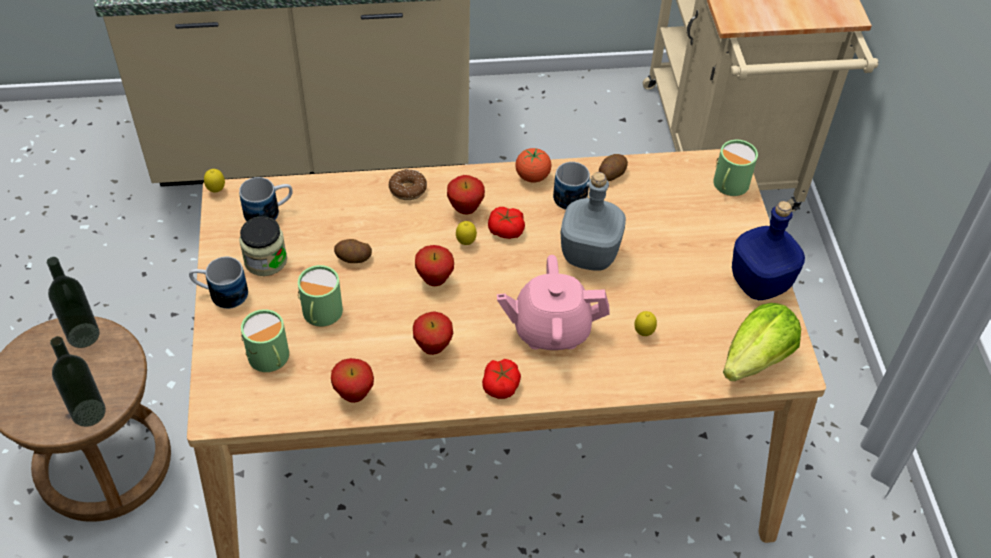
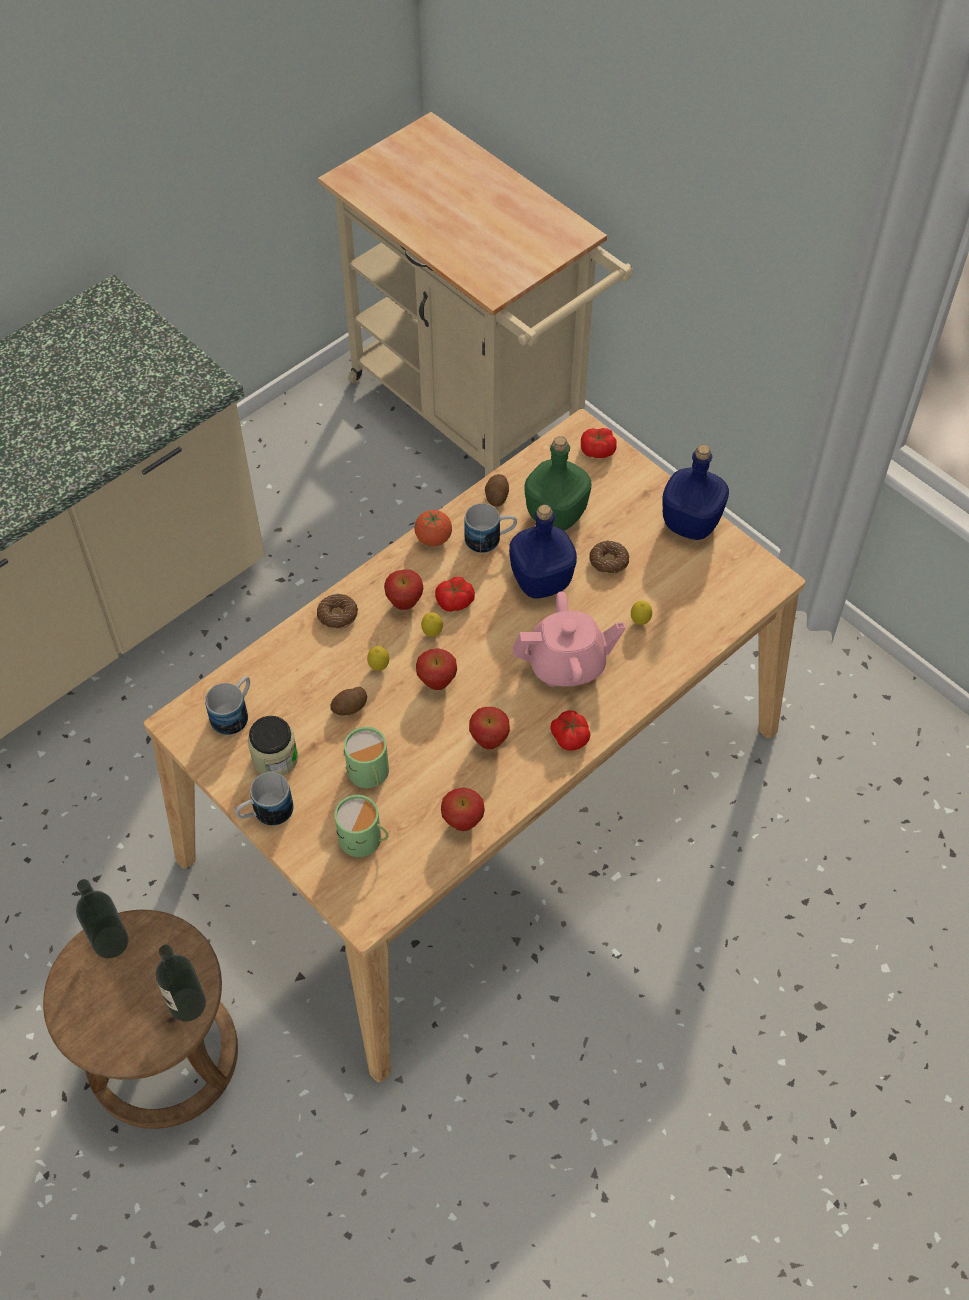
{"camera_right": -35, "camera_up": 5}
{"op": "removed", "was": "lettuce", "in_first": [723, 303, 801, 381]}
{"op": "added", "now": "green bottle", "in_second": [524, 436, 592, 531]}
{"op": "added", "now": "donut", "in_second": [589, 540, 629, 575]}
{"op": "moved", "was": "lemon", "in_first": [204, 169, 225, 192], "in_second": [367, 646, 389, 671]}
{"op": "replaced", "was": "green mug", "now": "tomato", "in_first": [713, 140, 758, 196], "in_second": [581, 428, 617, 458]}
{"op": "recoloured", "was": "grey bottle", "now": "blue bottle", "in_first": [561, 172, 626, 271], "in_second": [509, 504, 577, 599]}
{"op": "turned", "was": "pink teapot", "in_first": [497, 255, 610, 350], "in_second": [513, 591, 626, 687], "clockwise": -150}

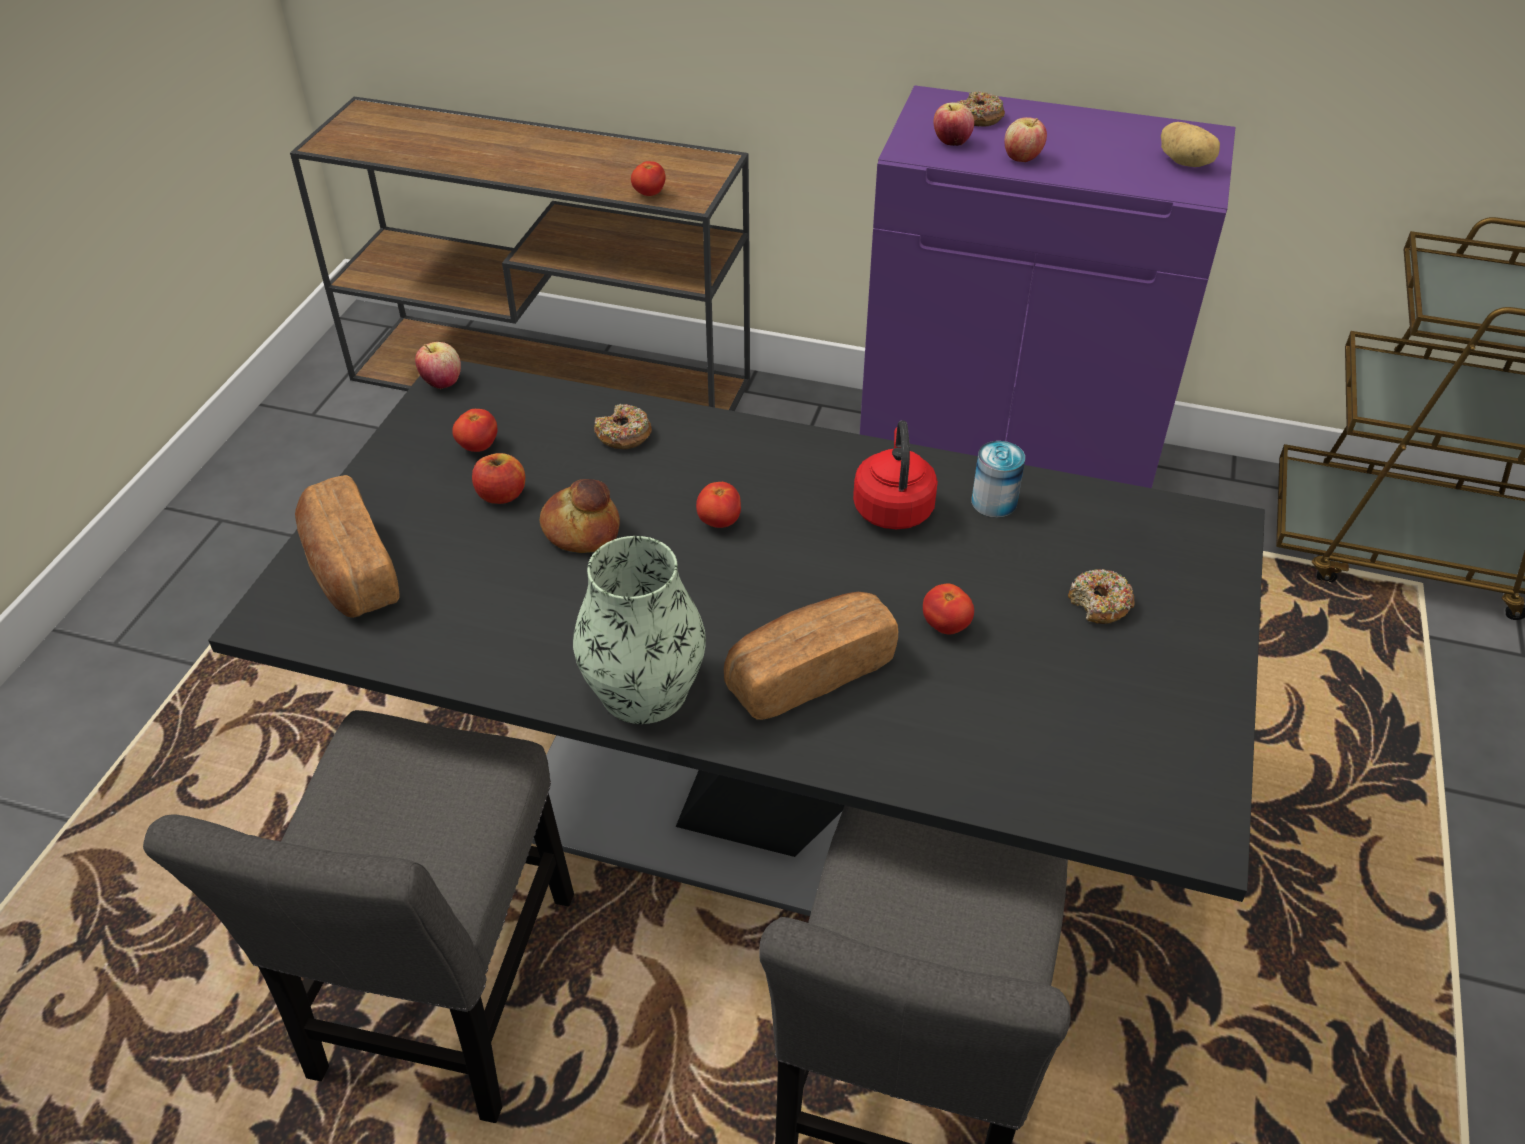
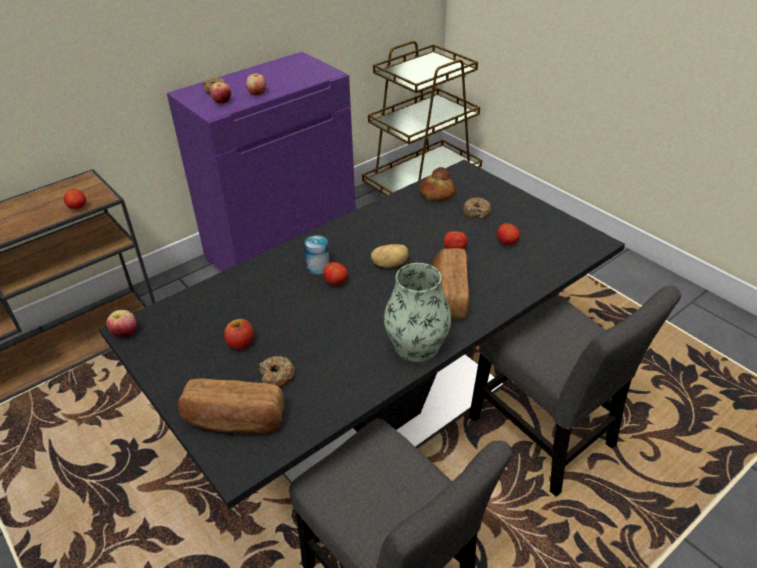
{"camera_right": -55, "camera_up": -5}
{"op": "removed", "was": "red kettle", "in_first": [853, 421, 938, 529]}
{"op": "moved", "was": "tomato", "in_first": [452, 409, 497, 452], "in_second": [497, 223, 520, 245]}
{"op": "moved", "was": "bread", "in_first": [540, 479, 620, 553], "in_second": [419, 167, 456, 201]}
{"op": "moved", "was": "donut", "in_first": [594, 404, 652, 450], "in_second": [259, 356, 295, 387]}
{"op": "moved", "was": "can", "in_first": [971, 441, 1025, 518], "in_second": [304, 235, 330, 275]}
{"op": "moved", "was": "potato", "in_first": [1161, 122, 1220, 167], "in_second": [371, 244, 408, 268]}

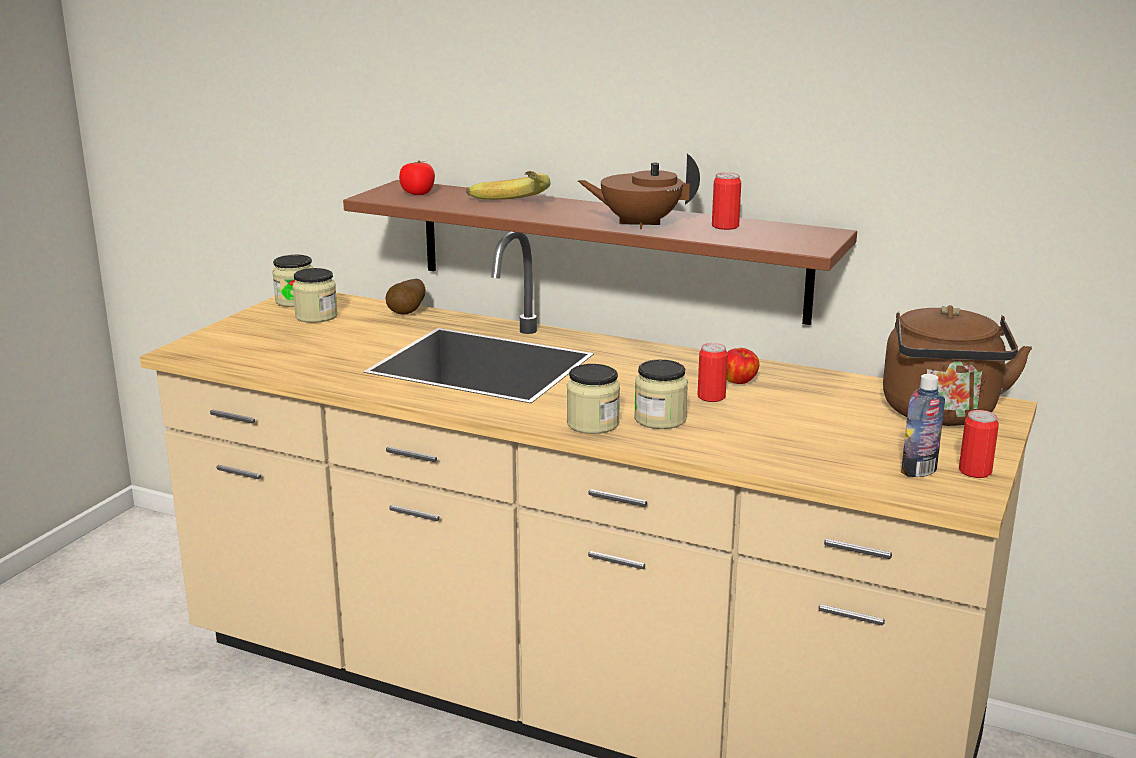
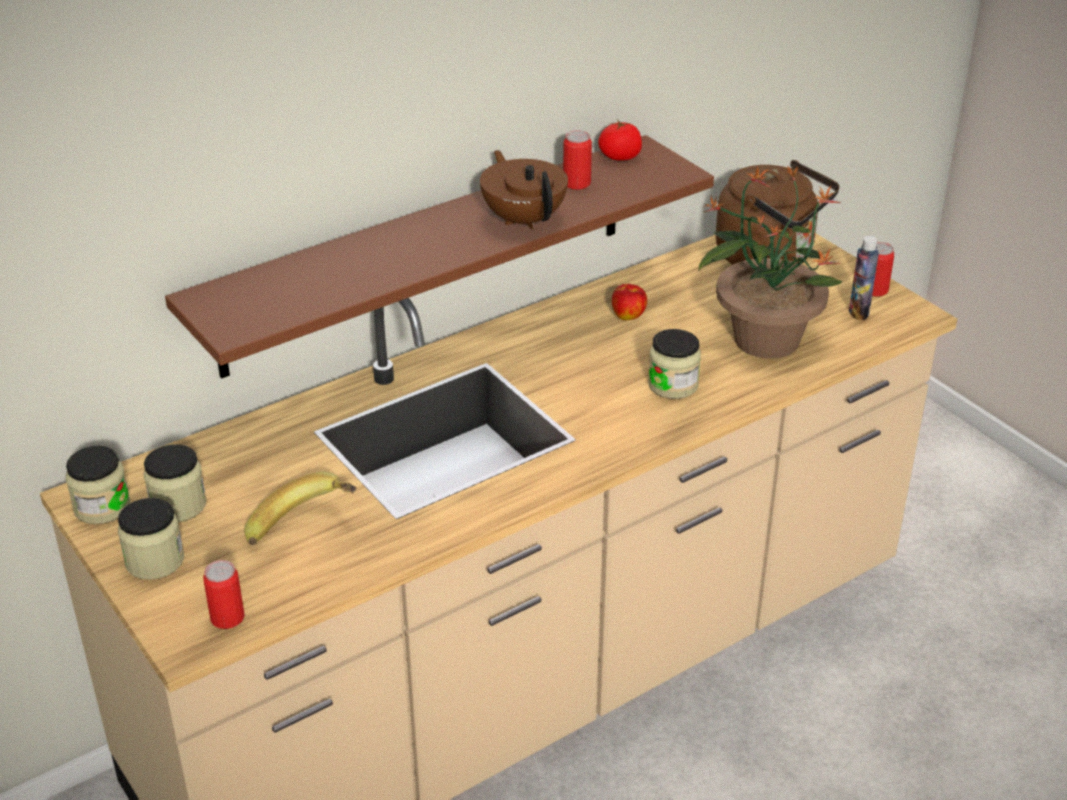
{"camera_right": -60, "camera_up": 15}
{"op": "removed", "was": "potato", "in_first": [386, 279, 426, 314]}
{"op": "added", "now": "potted plant", "in_second": [698, 165, 842, 359]}
{"op": "moved", "was": "tomato", "in_first": [399, 160, 435, 195], "in_second": [598, 120, 642, 161]}
{"op": "moved", "was": "banana", "in_first": [466, 171, 550, 200], "in_second": [244, 472, 357, 545]}
{"op": "moved", "was": "jar", "in_first": [567, 364, 620, 434], "in_second": [118, 498, 184, 580]}
{"op": "moved", "was": "can", "in_first": [697, 343, 728, 402], "in_second": [203, 560, 245, 629]}
{"op": "turned", "was": "brown teapot", "in_first": [578, 153, 700, 229], "in_second": [480, 150, 568, 230], "clockwise": 120}

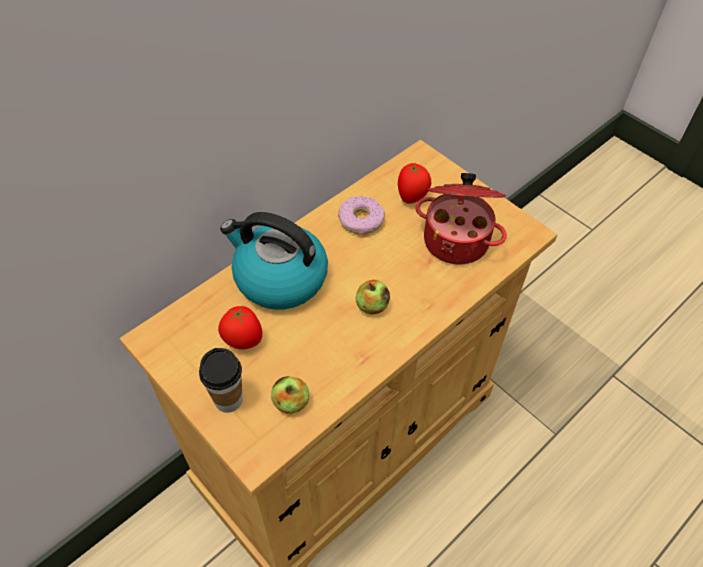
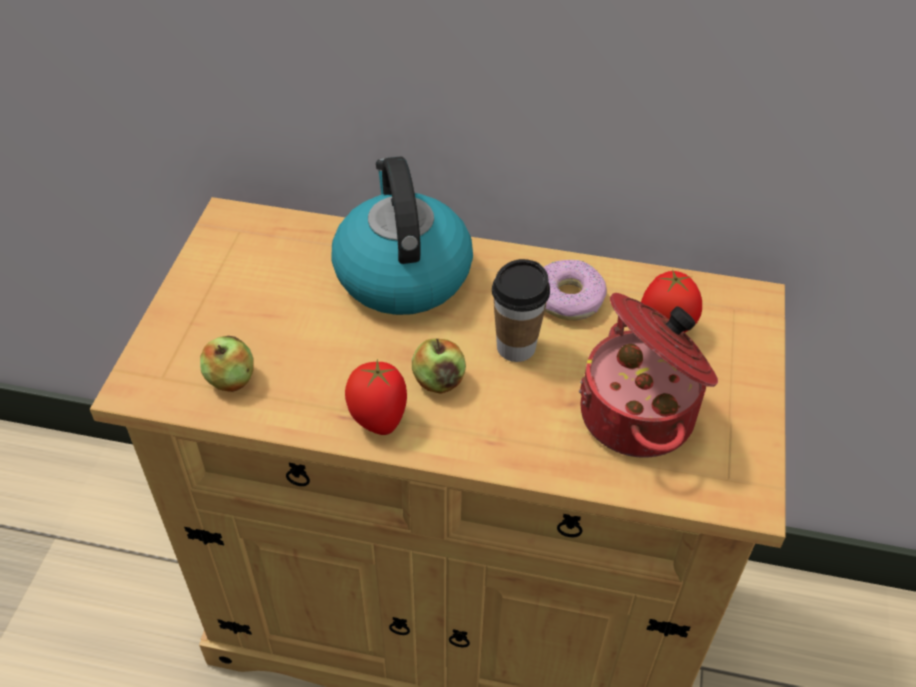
{"camera_right": 55, "camera_up": -5}
{"op": "moved", "was": "cup", "in_first": [199, 348, 243, 413], "in_second": [492, 259, 550, 362]}
{"op": "moved", "was": "tomato", "in_first": [218, 306, 262, 349], "in_second": [345, 359, 407, 435]}

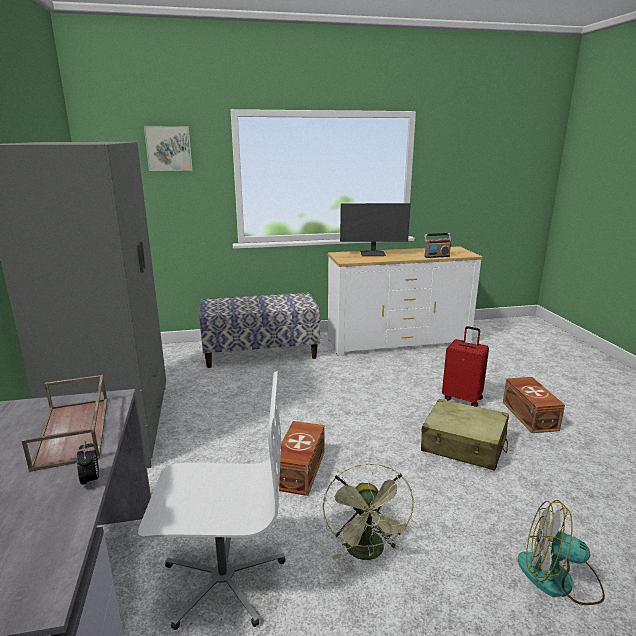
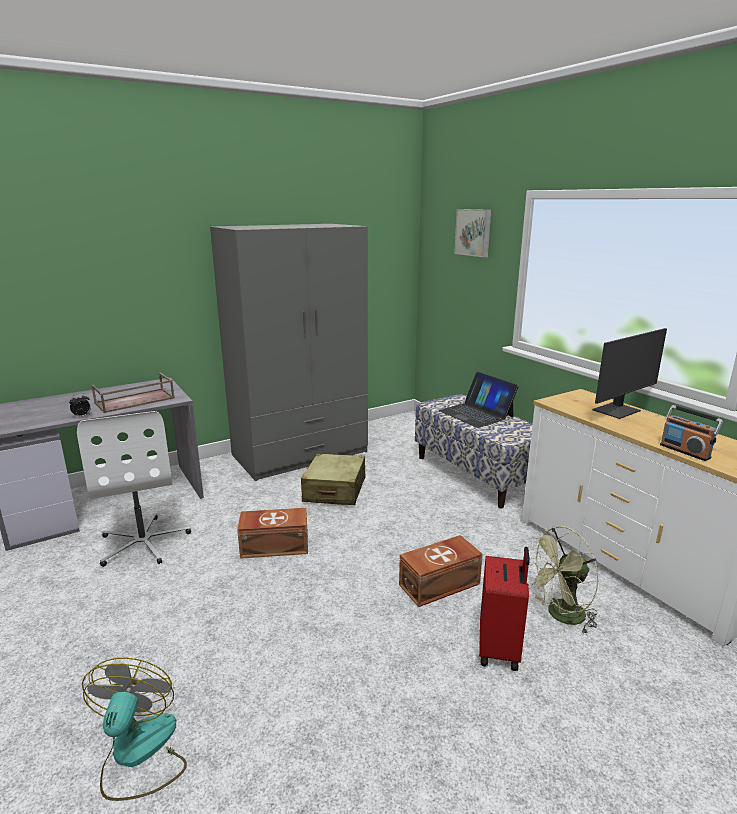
{"camera_right": 70, "camera_up": 0}
{"op": "added", "now": "laptop", "in_second": [438, 372, 519, 428]}
{"op": "moved", "was": "green fan", "in_first": [322, 463, 415, 560], "in_second": [529, 526, 599, 634]}
{"op": "moved", "was": "beige suitcase", "in_first": [421, 399, 509, 471], "in_second": [301, 453, 365, 505]}
{"op": "moved", "was": "brown storage box", "in_first": [503, 377, 565, 433], "in_second": [399, 535, 483, 607]}
{"op": "turned", "was": "monitor", "in_first": [340, 203, 411, 256], "in_second": [592, 328, 667, 419], "clockwise": -105}

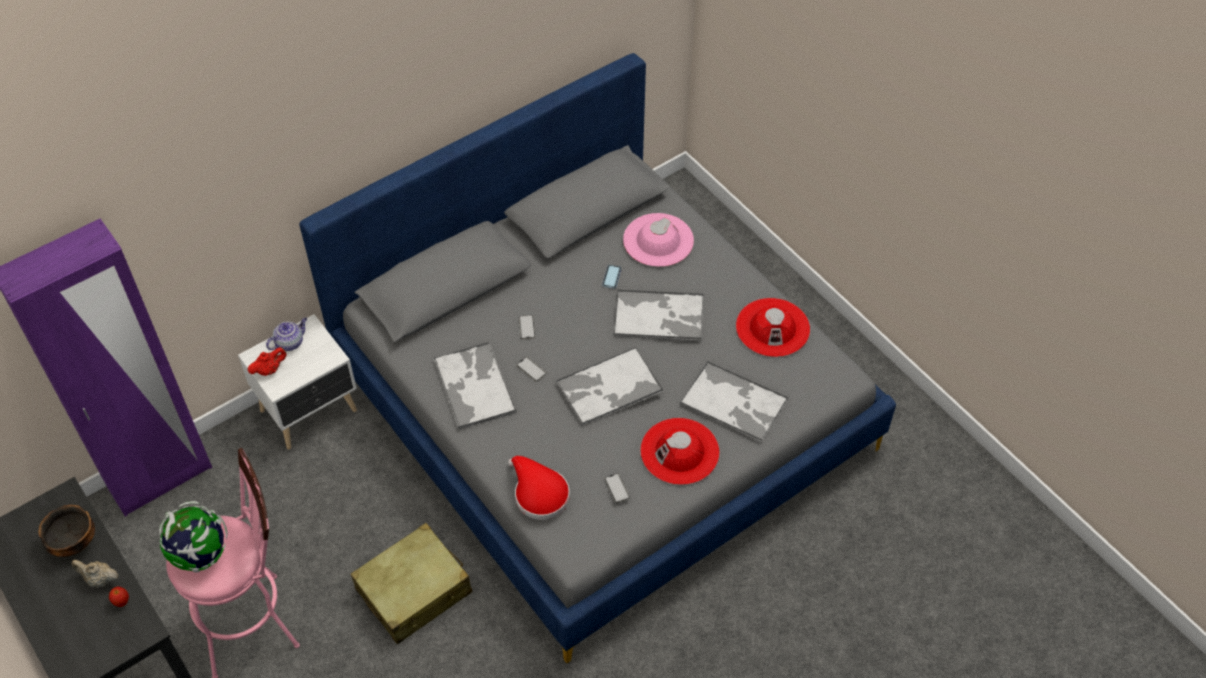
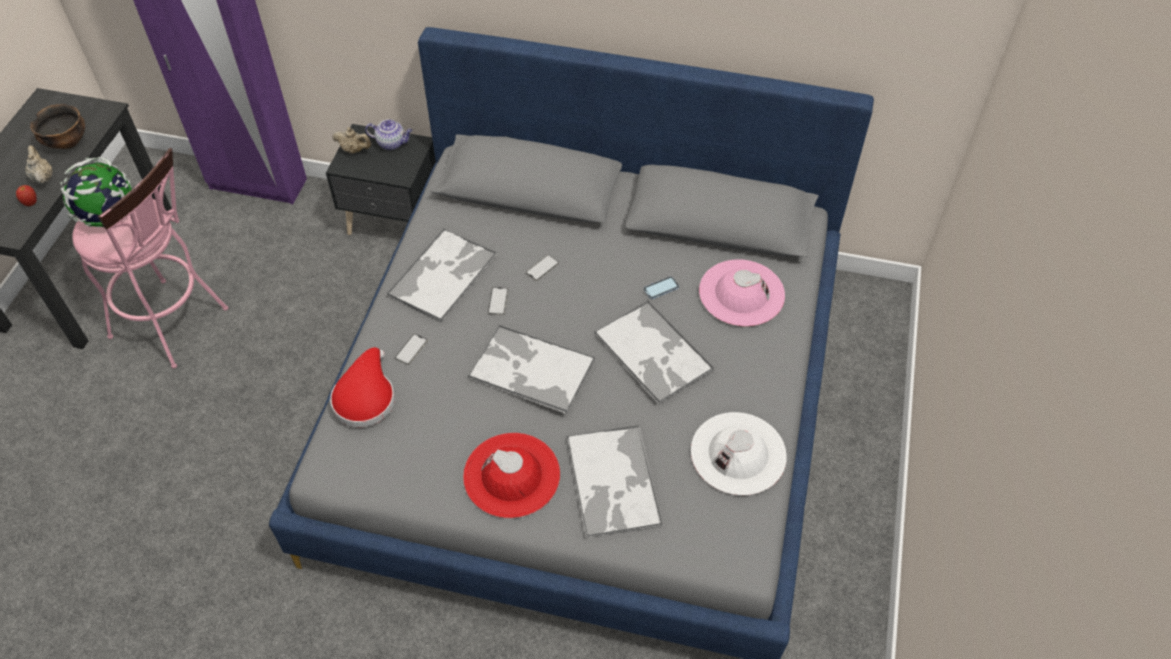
{"camera_right": 50, "camera_up": 0}
{"op": "removed", "was": "beige suitcase", "in_first": [351, 523, 472, 644]}
{"op": "moved", "was": "phone", "in_first": [604, 473, 630, 503], "in_second": [395, 334, 428, 365]}
{"op": "recoloured", "was": "white nightstand", "now": "black nightstand", "in_first": [238, 314, 357, 449], "in_second": [326, 124, 436, 235]}
{"op": "recoloured", "was": "red teapot", "now": "beige teapot", "in_first": [248, 347, 287, 376], "in_second": [332, 127, 371, 154]}
{"op": "recoloured", "was": "red hat", "now": "white hat", "in_first": [736, 298, 810, 357], "in_second": [691, 412, 787, 496]}

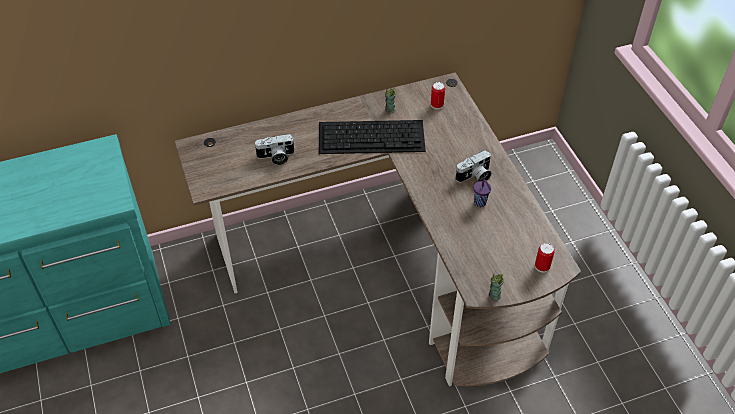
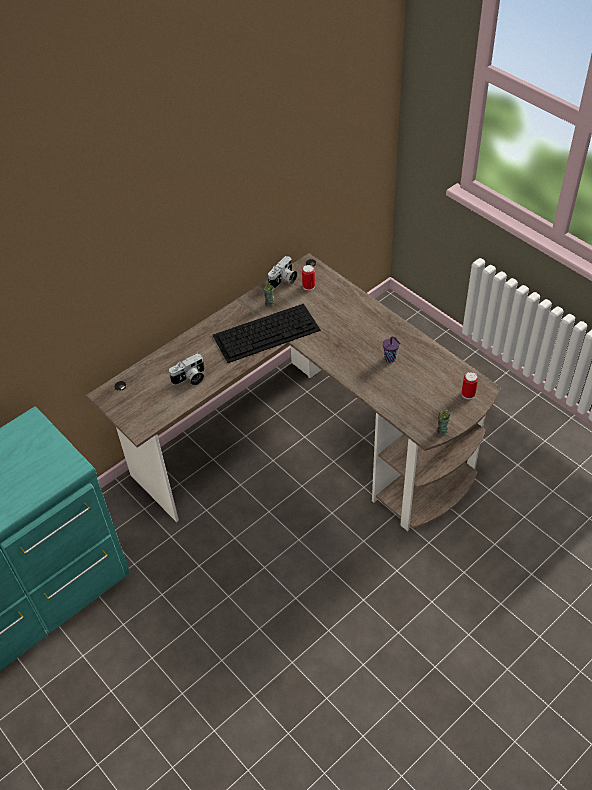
{"camera_right": -20, "camera_up": 0}
{"op": "moved", "was": "photo camera", "in_first": [455, 150, 492, 182], "in_second": [268, 256, 297, 289]}

